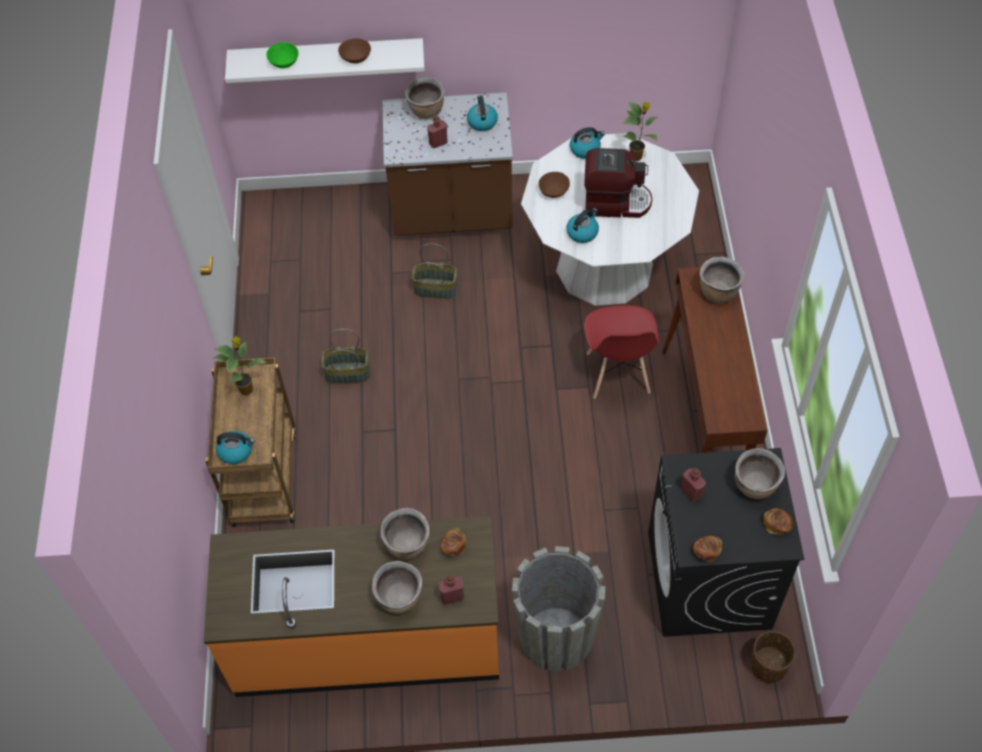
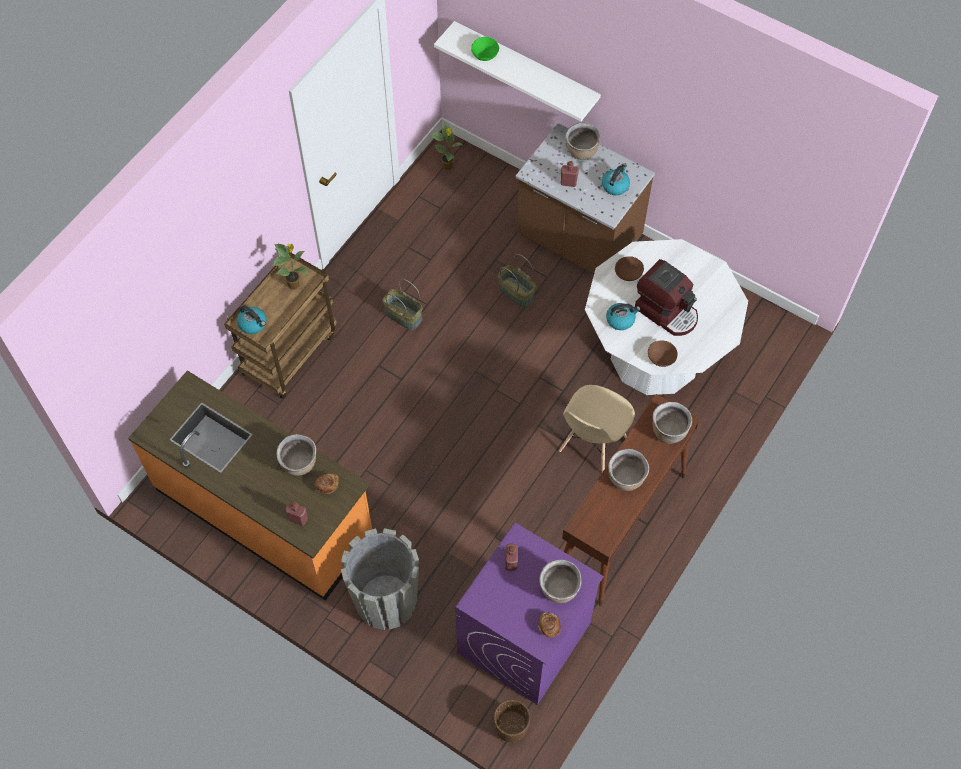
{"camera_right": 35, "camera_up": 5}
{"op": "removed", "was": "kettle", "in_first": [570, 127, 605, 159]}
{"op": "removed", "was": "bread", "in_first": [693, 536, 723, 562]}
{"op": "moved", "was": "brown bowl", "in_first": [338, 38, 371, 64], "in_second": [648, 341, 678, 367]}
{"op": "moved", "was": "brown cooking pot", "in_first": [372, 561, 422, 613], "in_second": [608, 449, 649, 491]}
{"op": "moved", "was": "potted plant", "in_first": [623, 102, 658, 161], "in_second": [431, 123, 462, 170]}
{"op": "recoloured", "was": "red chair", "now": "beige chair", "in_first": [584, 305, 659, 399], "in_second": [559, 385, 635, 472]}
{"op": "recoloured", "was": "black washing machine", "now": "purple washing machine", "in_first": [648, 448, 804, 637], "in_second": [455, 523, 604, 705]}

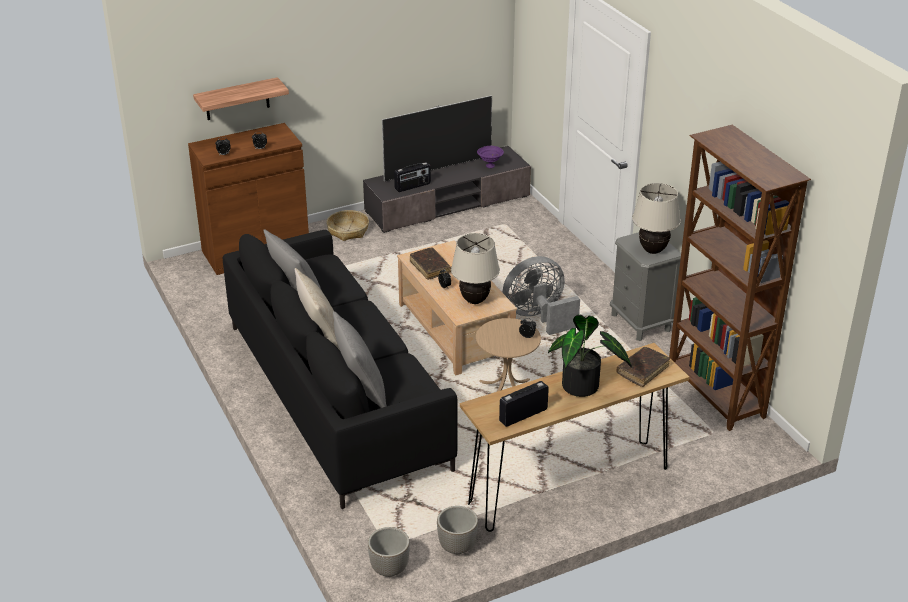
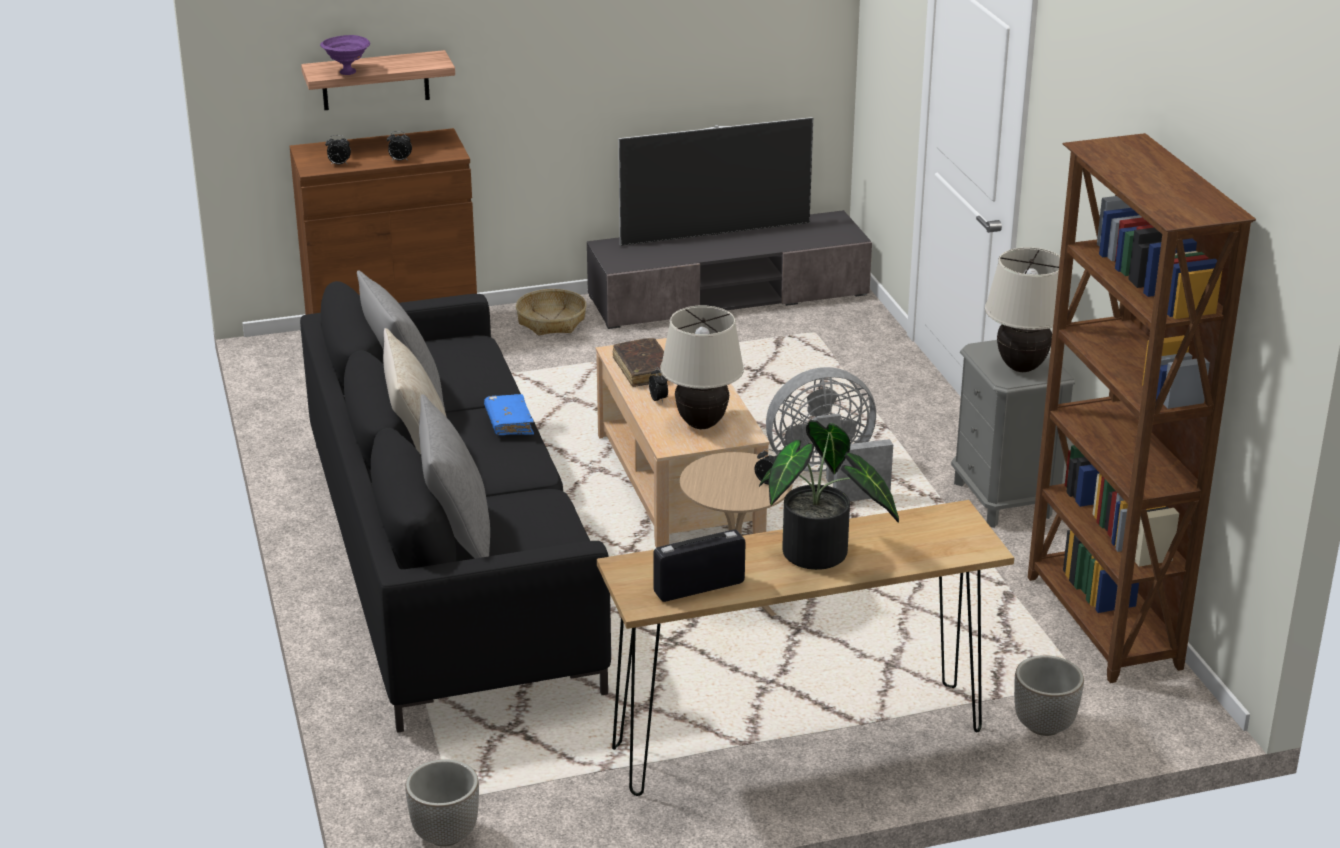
{"camera_right": 10, "camera_up": -5}
{"op": "removed", "was": "radio", "in_first": [394, 162, 431, 192]}
{"op": "removed", "was": "brown book", "in_first": [617, 347, 670, 387]}
{"op": "added", "now": "blue book", "in_second": [484, 394, 534, 435]}
{"op": "moved", "was": "planter", "in_first": [437, 506, 478, 554], "in_second": [1014, 655, 1084, 736]}
{"op": "moved", "was": "purple bowl", "in_first": [477, 146, 504, 168], "in_second": [320, 35, 370, 75]}

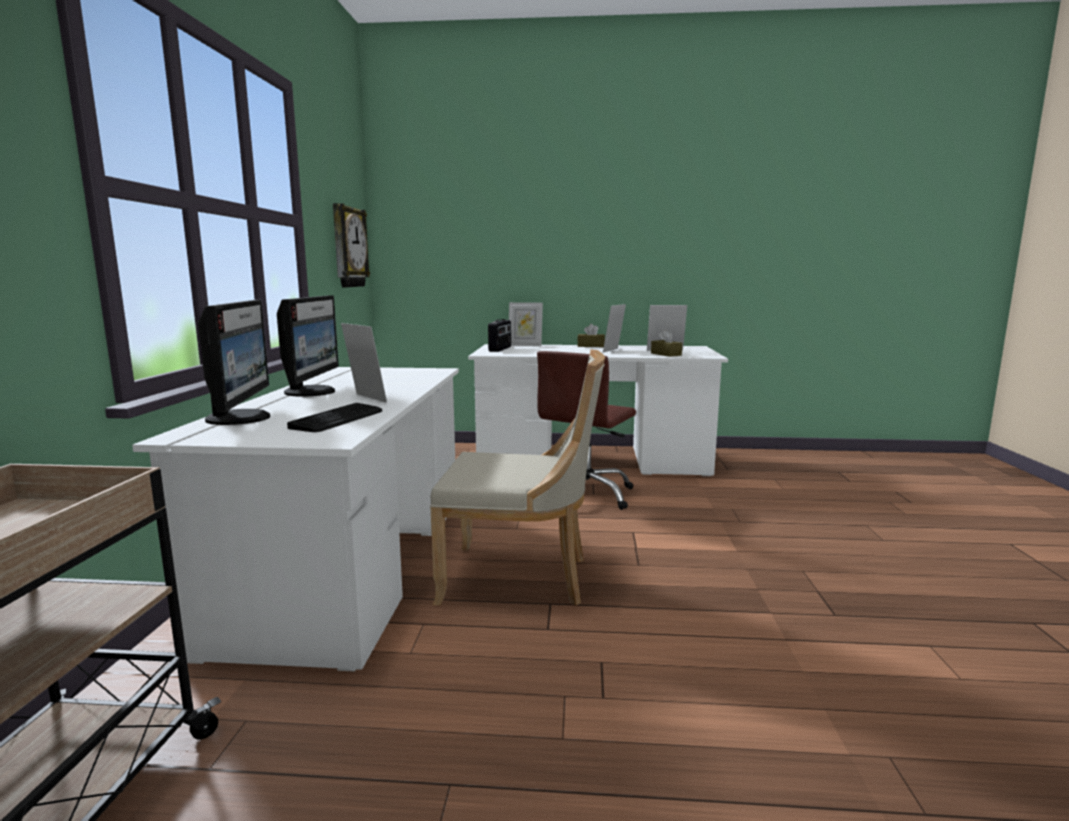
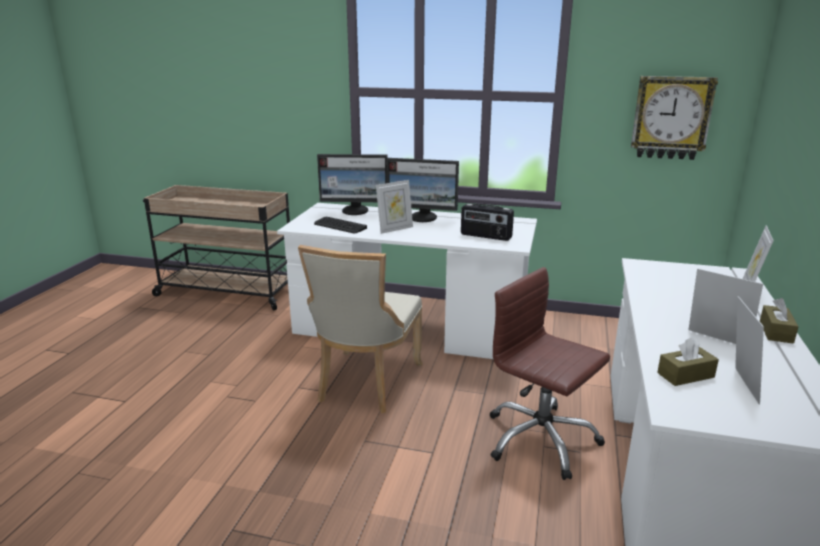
{"camera_right": 100, "camera_up": 10}
{"op": "moved", "was": "radio", "in_first": [488, 319, 511, 352], "in_second": [461, 204, 514, 241]}

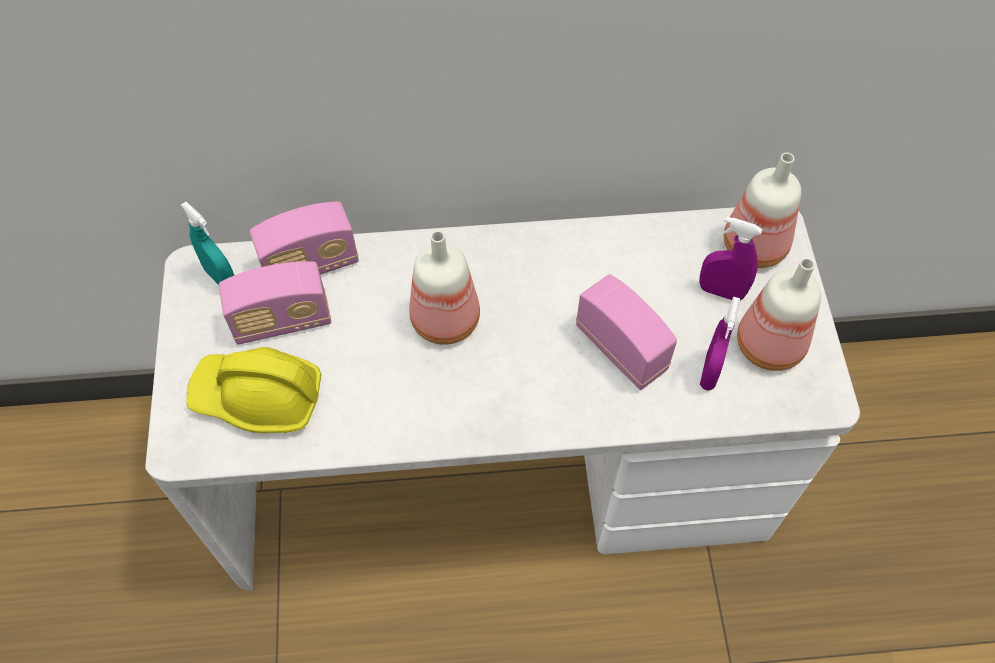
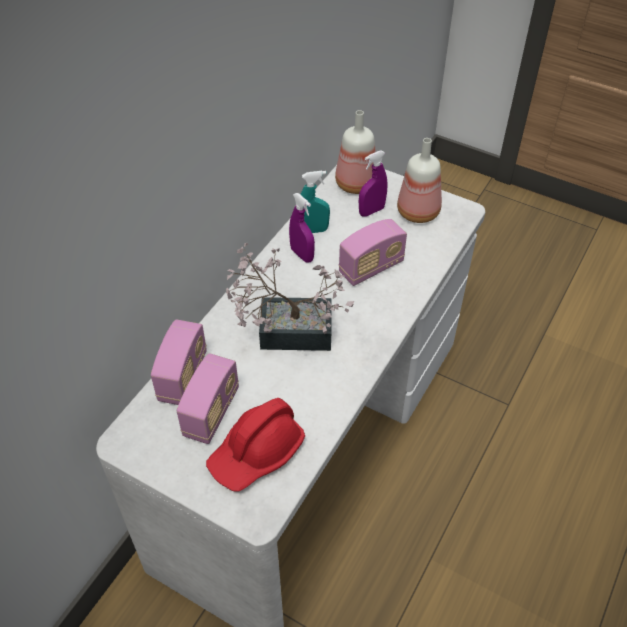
{"camera_right": -55, "camera_up": -10}
{"op": "moved", "was": "turquoise spray bottle", "in_first": [181, 202, 234, 285], "in_second": [300, 171, 330, 233]}
{"op": "moved", "was": "purple spray bottle", "in_first": [700, 297, 740, 390], "in_second": [289, 193, 315, 263]}
{"op": "replaced", "was": "bottle", "now": "potted plant", "in_first": [409, 231, 480, 345], "in_second": [226, 243, 354, 351]}
{"op": "recoloured", "was": "yellow hard hat", "now": "red hard hat", "in_first": [186, 347, 321, 433], "in_second": [206, 398, 305, 492]}
{"op": "turned", "was": "radio", "in_first": [576, 274, 677, 390], "in_second": [339, 219, 407, 286], "clockwise": 150}

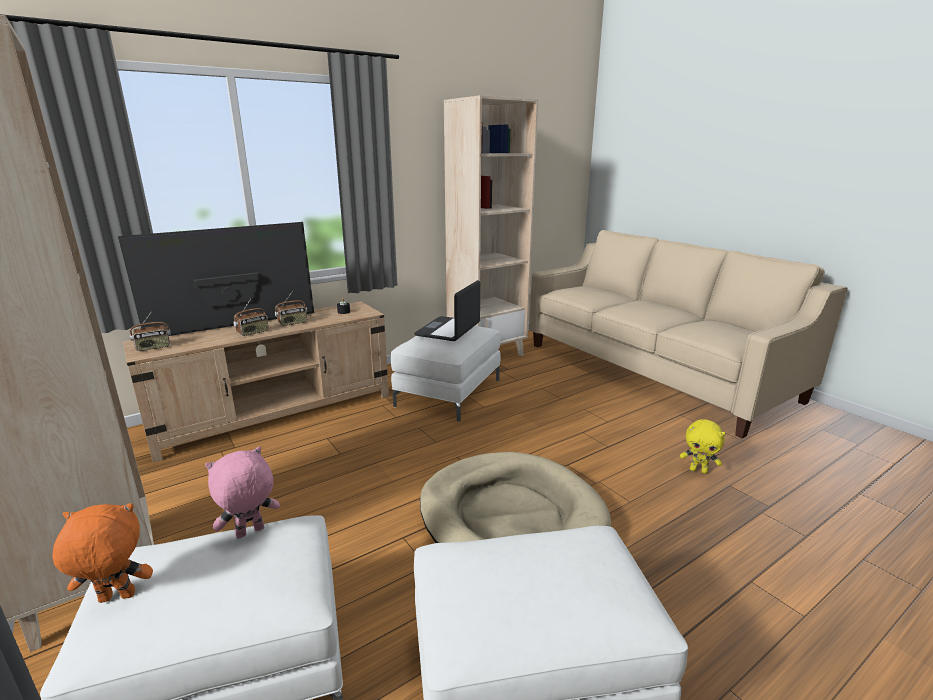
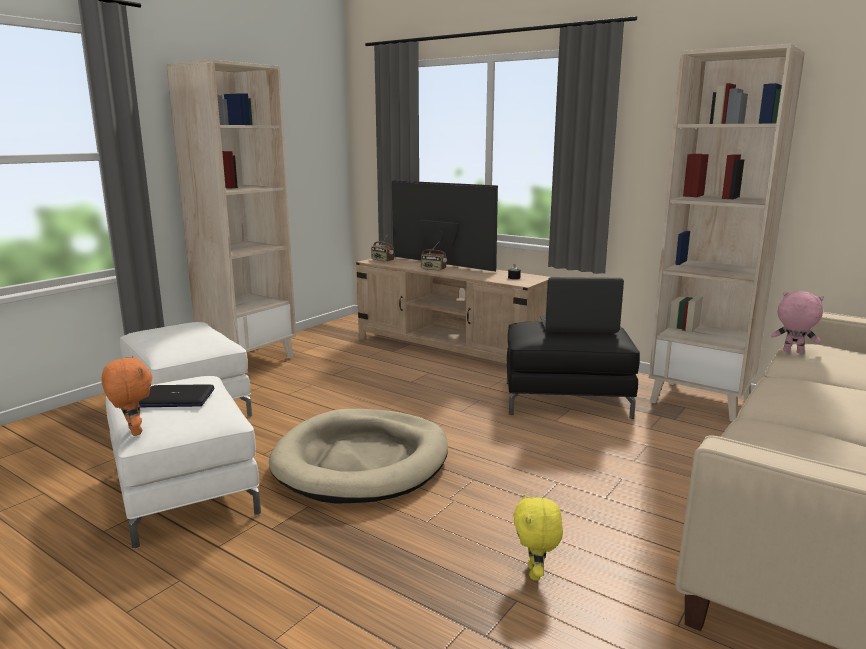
{"camera_right": 70, "camera_up": -5}
{"op": "removed", "was": "radio", "in_first": [275, 291, 307, 326]}
{"op": "added", "now": "laptop", "in_second": [139, 384, 214, 407]}
{"op": "moved", "was": "orange plush toy", "in_first": [52, 503, 153, 603], "in_second": [101, 356, 152, 436]}
{"op": "moved", "was": "pink plush toy", "in_first": [205, 447, 280, 539], "in_second": [771, 291, 824, 354]}
{"op": "recoloured", "was": "white ottoman", "now": "black ottoman", "in_first": [391, 326, 501, 422], "in_second": [507, 322, 640, 419]}

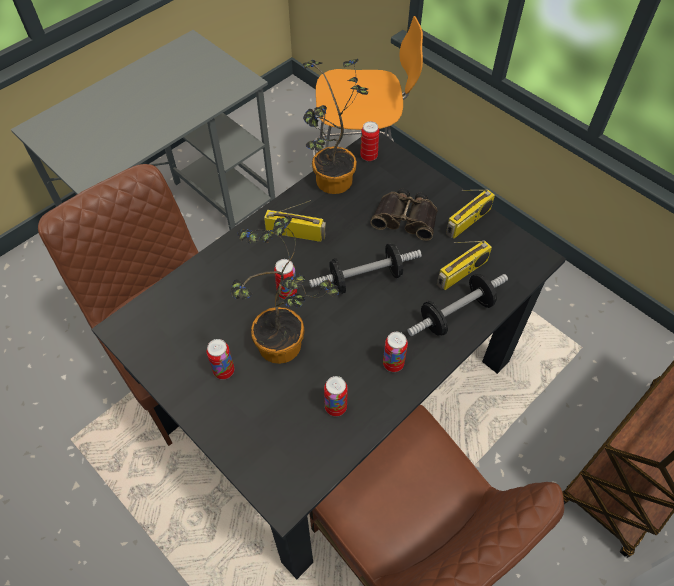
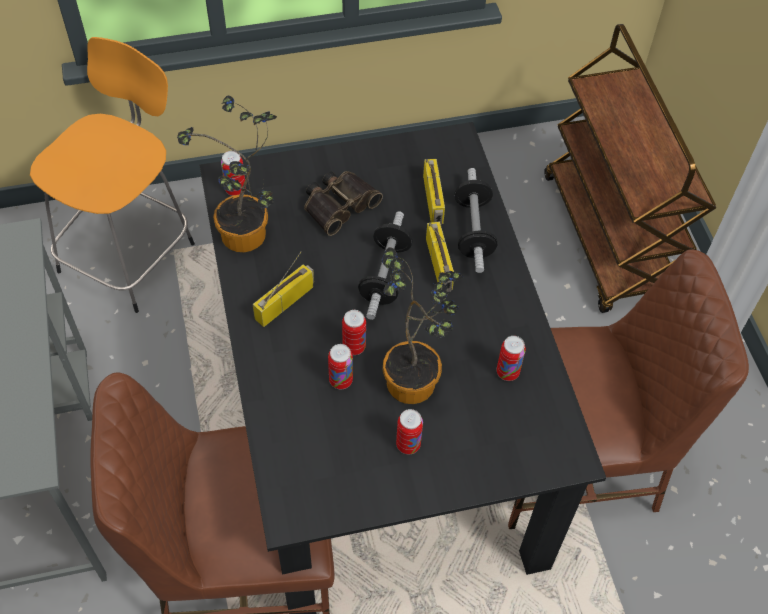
{"camera_right": -60, "camera_up": 0}
{"op": "moved", "was": "can", "in_first": [383, 332, 408, 372], "in_second": [328, 344, 353, 389]}
{"op": "moved", "was": "radio", "in_first": [446, 189, 495, 239], "in_second": [426, 221, 454, 292]}

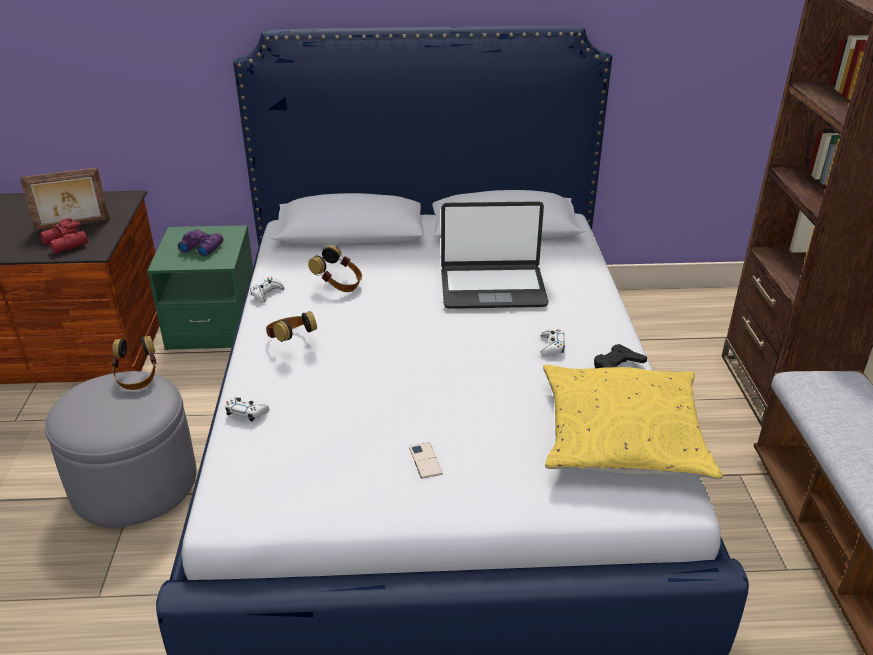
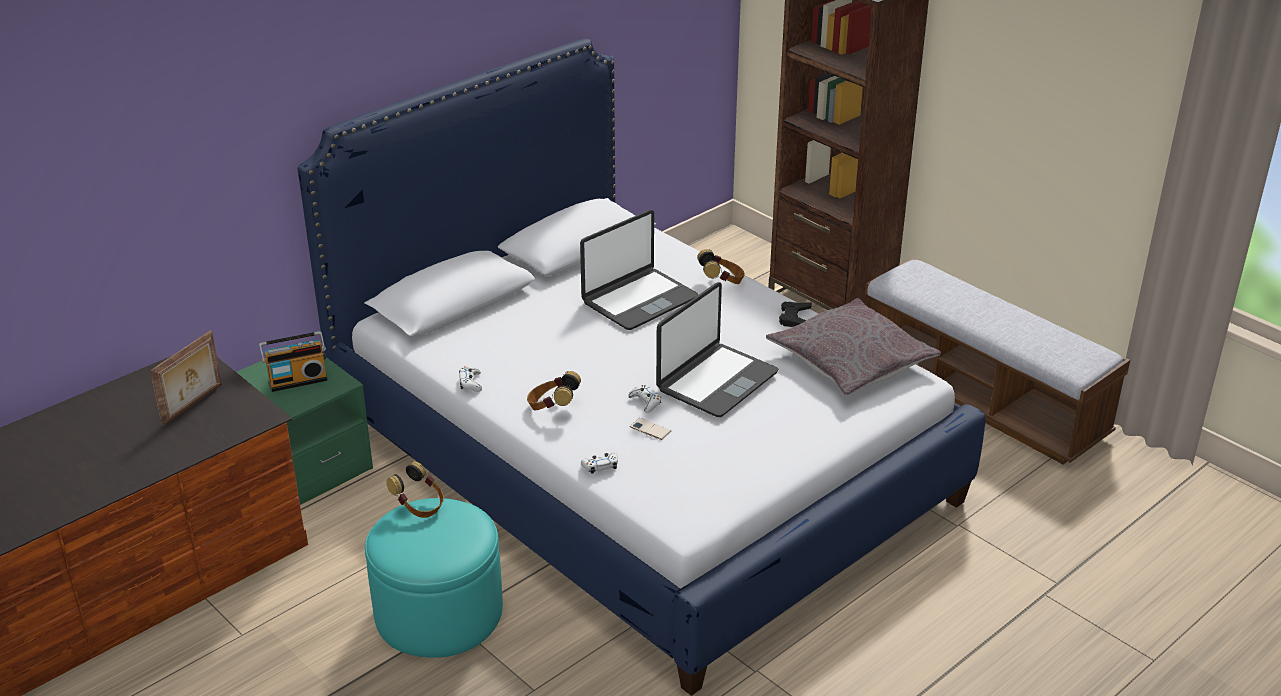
{"camera_right": -40, "camera_up": 0}
{"op": "removed", "was": "red binoculars", "in_first": [40, 218, 88, 253]}
{"op": "added", "now": "laptop", "in_second": [656, 282, 778, 417]}
{"op": "moved", "was": "headphones", "in_first": [308, 245, 362, 292], "in_second": [697, 249, 745, 284]}
{"op": "moved", "was": "phone", "in_first": [409, 442, 443, 479], "in_second": [630, 418, 671, 440]}
{"op": "moved", "was": "white game controller", "in_first": [541, 329, 565, 356], "in_second": [628, 385, 661, 413]}
{"op": "replaced", "was": "purple binoculars", "now": "radio", "in_first": [178, 230, 223, 257], "in_second": [259, 331, 327, 392]}
{"op": "recoloured", "was": "grey ottoman", "now": "turquoise ottoman", "in_first": [45, 371, 196, 527], "in_second": [365, 498, 503, 658]}
{"op": "recoloured", "was": "yellow pillow", "now": "grey pillow", "in_first": [543, 364, 722, 480], "in_second": [766, 298, 941, 396]}

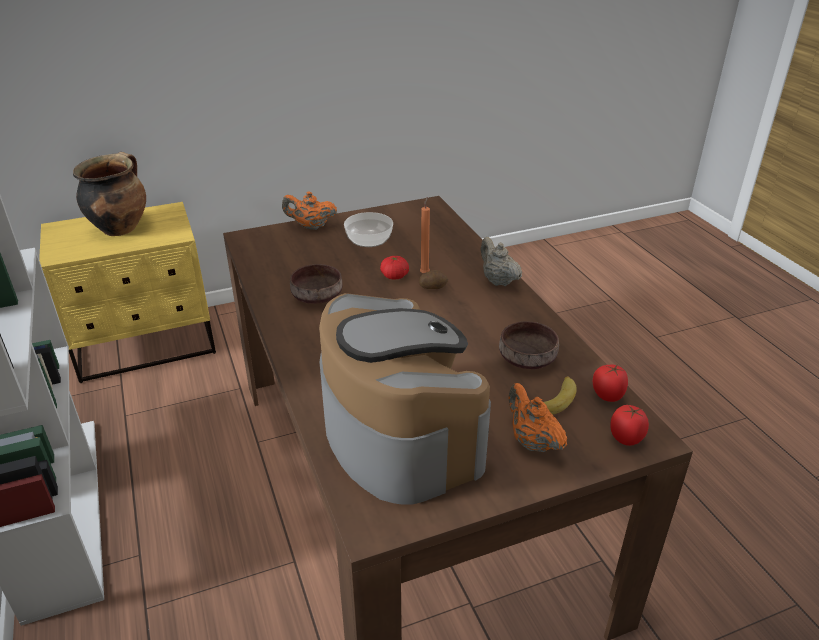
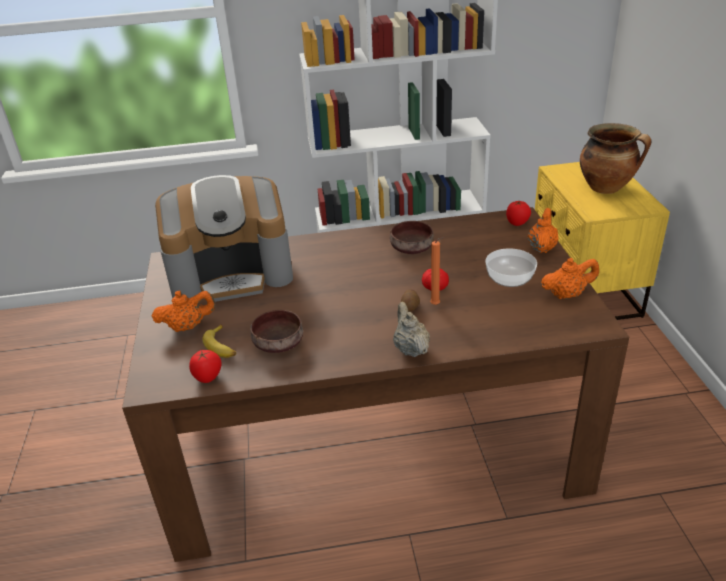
{"camera_right": 105, "camera_up": 0}
{"op": "added", "now": "orange teapot", "in_second": [541, 258, 599, 299]}
{"op": "moved", "was": "tomato", "in_first": [610, 405, 649, 446], "in_second": [506, 201, 531, 226]}
{"op": "turned", "was": "beige teapot", "in_first": [481, 237, 522, 286], "in_second": [393, 302, 430, 357], "clockwise": -90}

